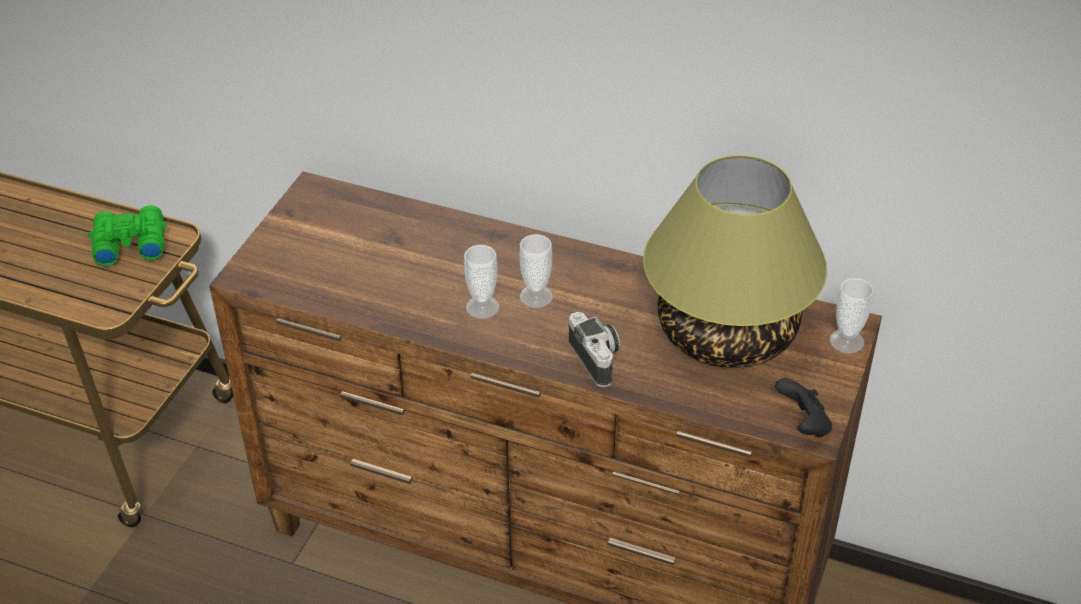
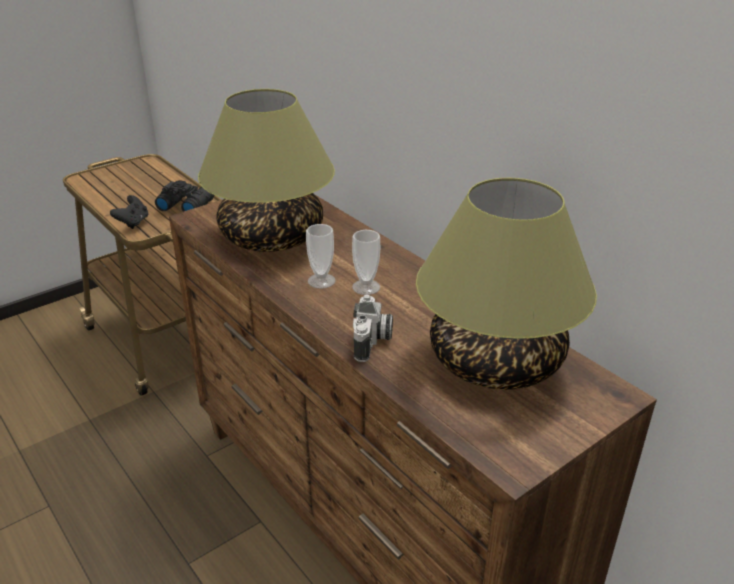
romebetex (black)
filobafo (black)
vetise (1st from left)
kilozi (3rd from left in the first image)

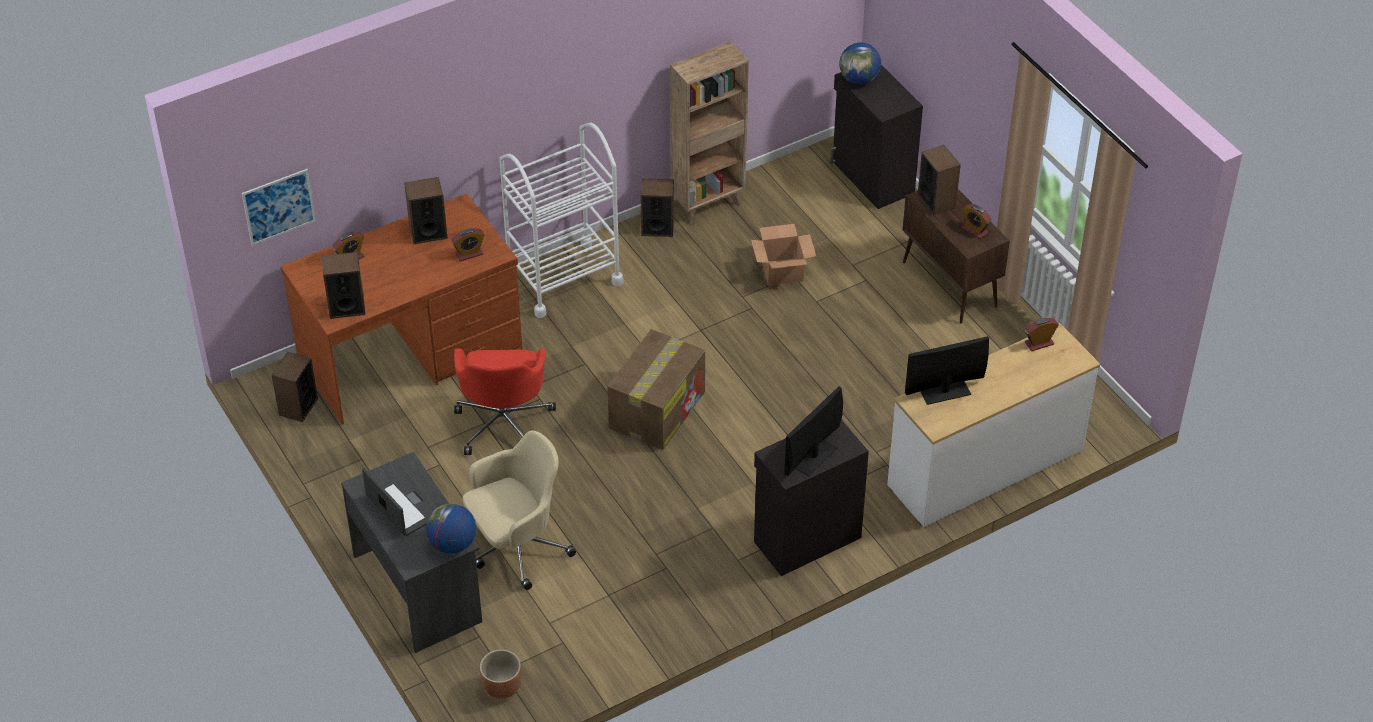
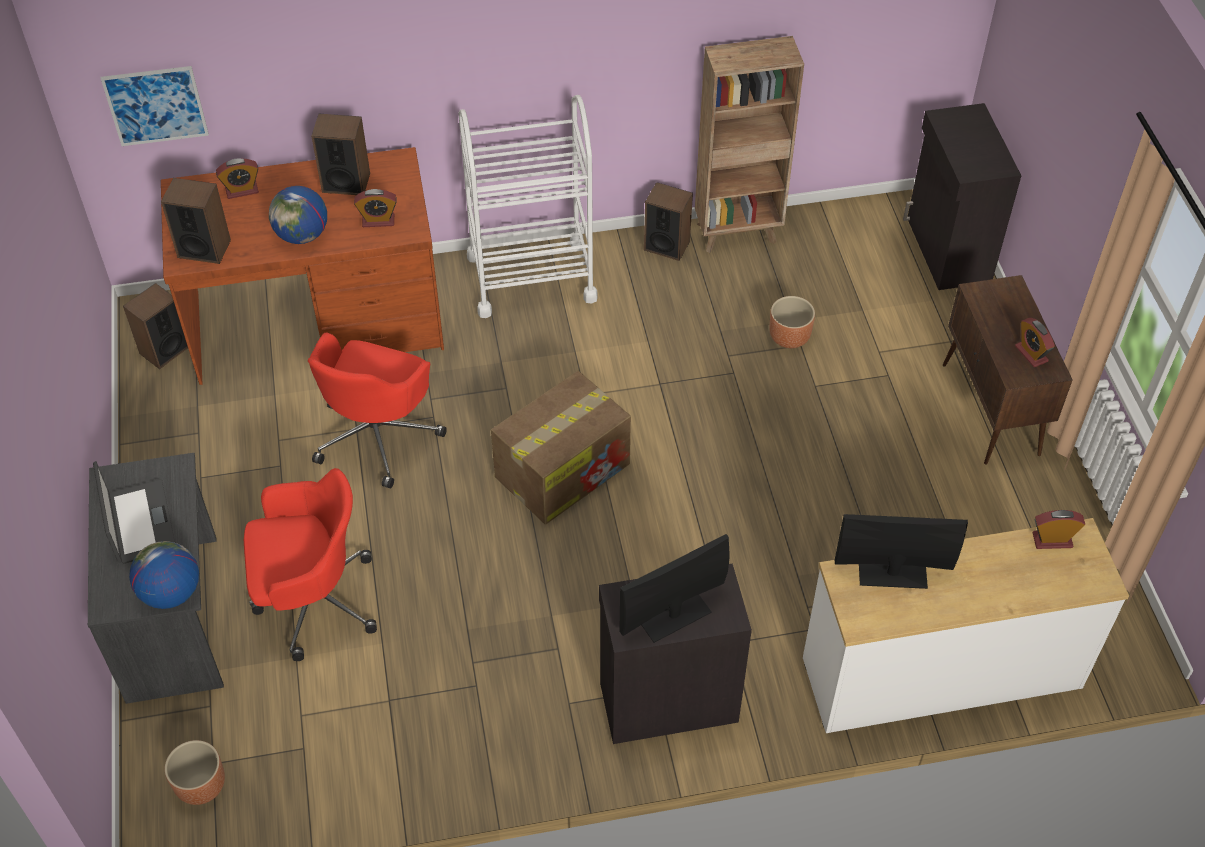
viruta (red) (1st from left)
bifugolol (2nd from left)
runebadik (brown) (2nd from left)
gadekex (5th from left in the first image)

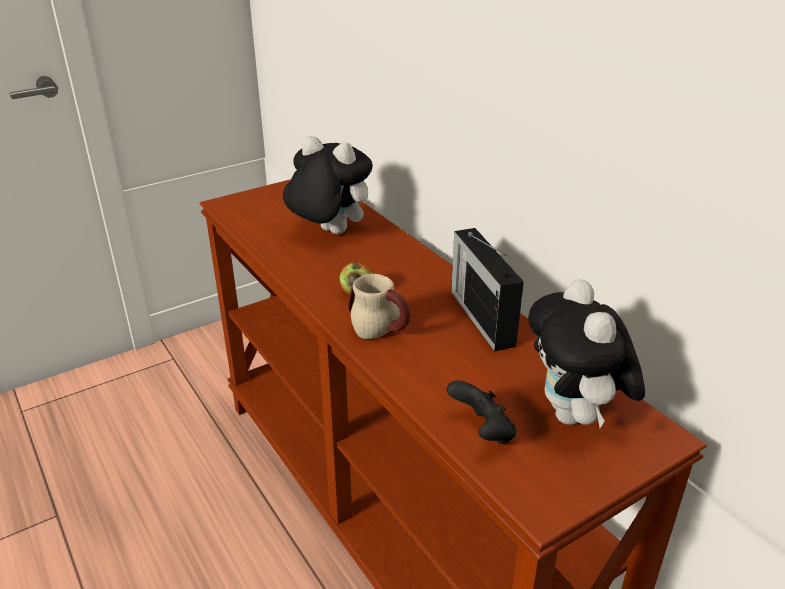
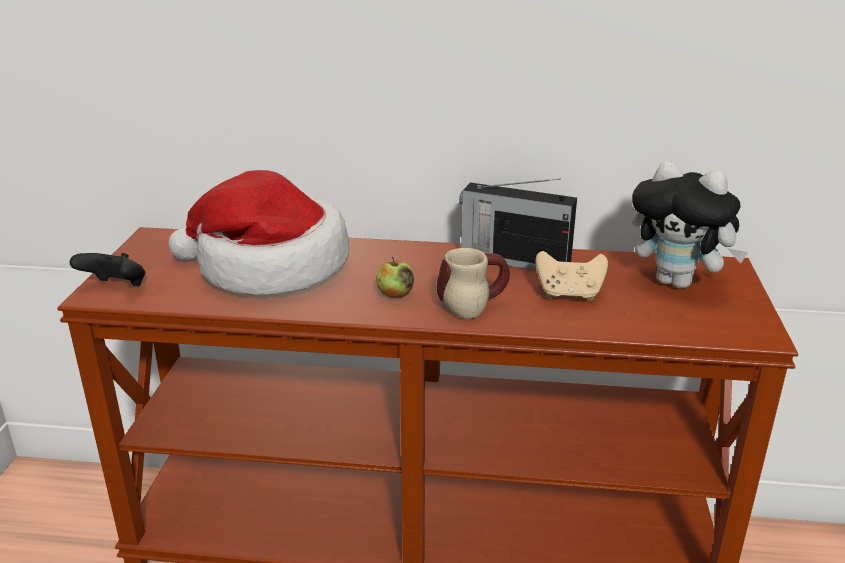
romebetex (black)
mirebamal
romebetex (beige)

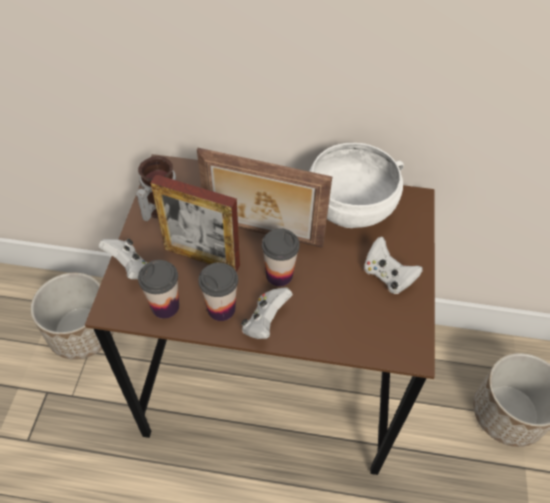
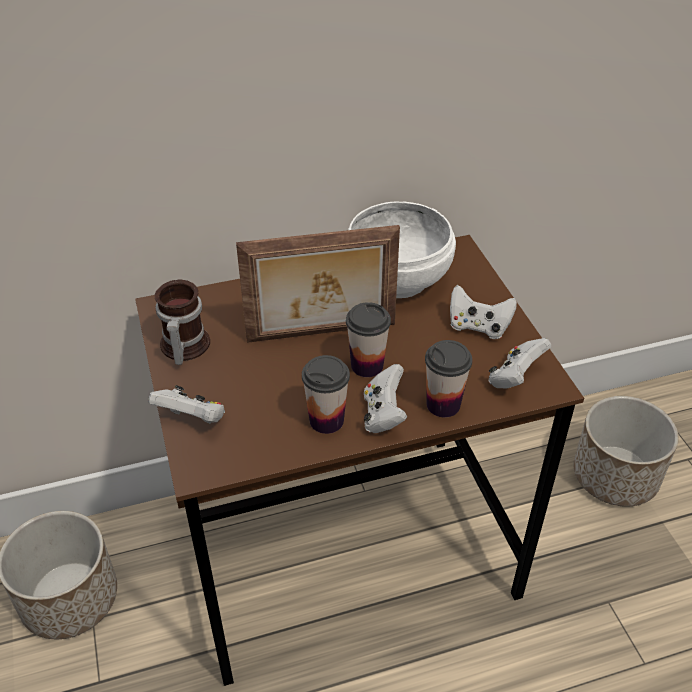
kilozi (3rd from left)
romebetex (white) (4th from left)
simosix (1st from left in the first image)

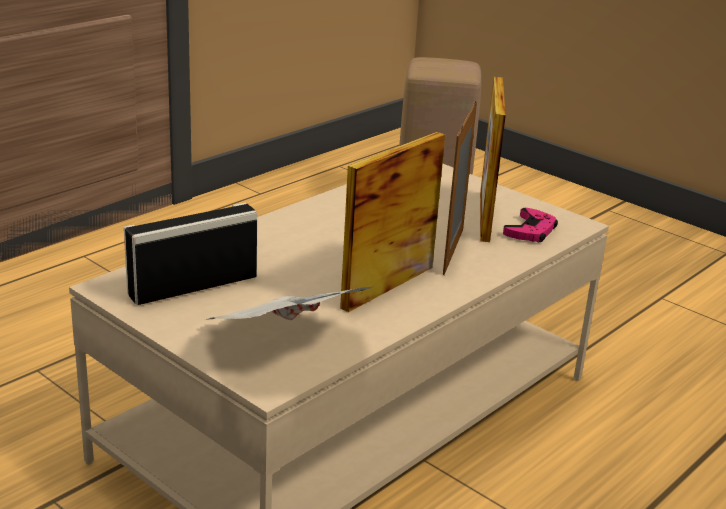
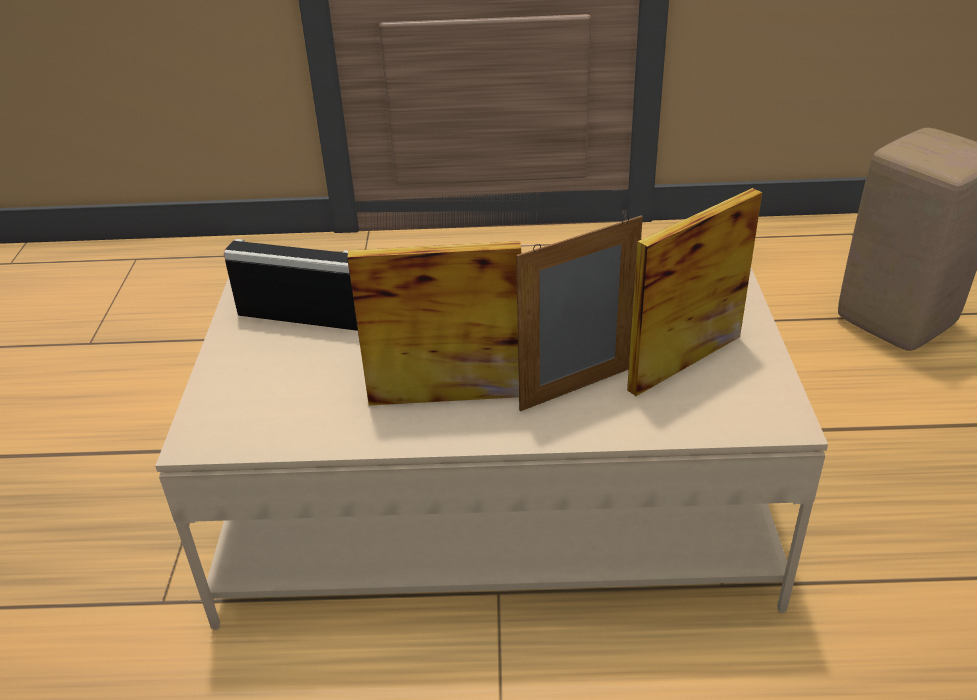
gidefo
romebetex (pink)

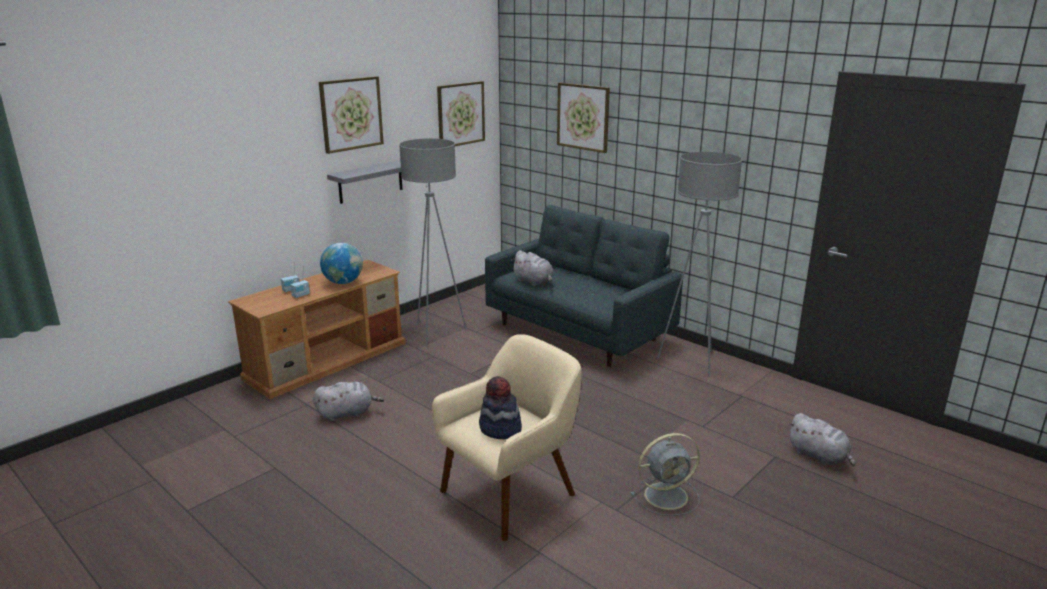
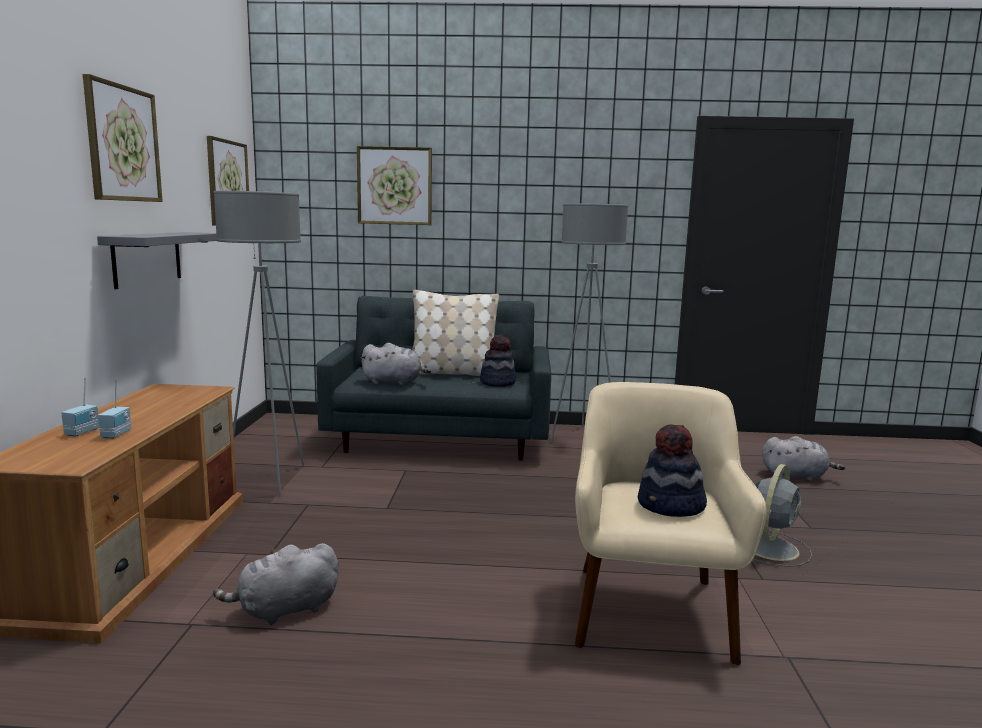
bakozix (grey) (1st from left)
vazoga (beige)
mirebamal (1st from left)
bifugolol

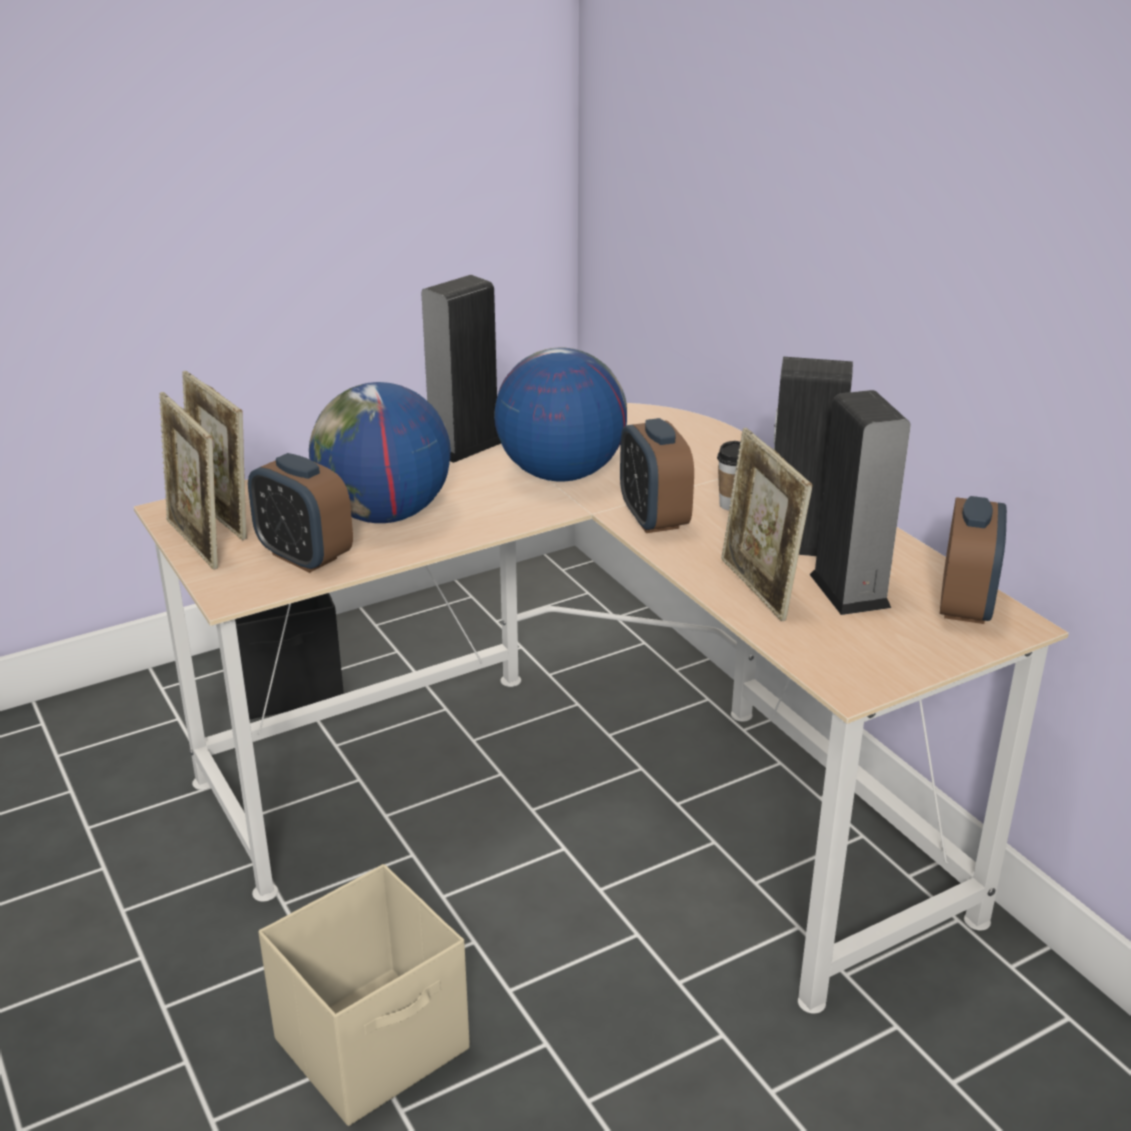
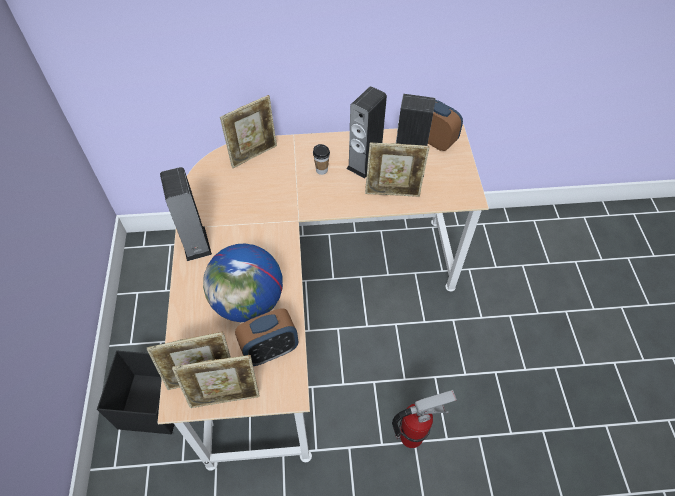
simosix (3rd from left)
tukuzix
bifugolol (2nd from left in the first image)
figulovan (2nd from left in the first image)

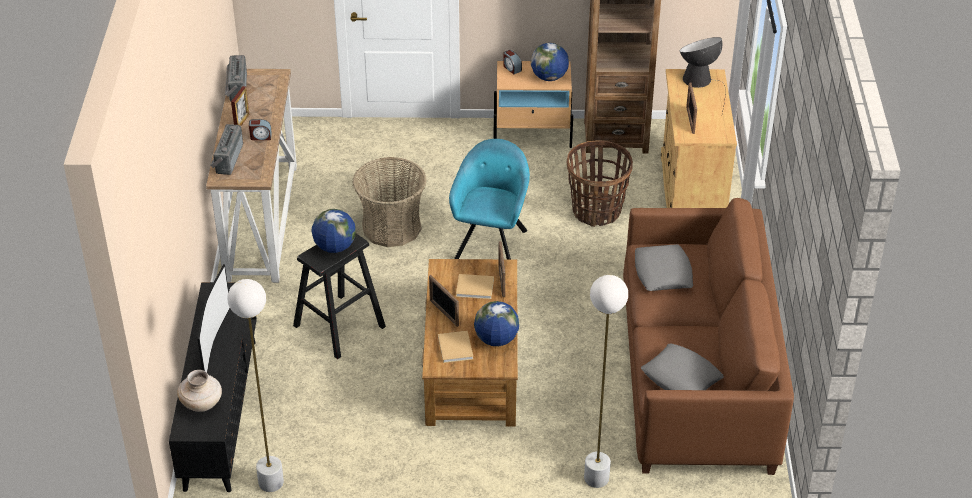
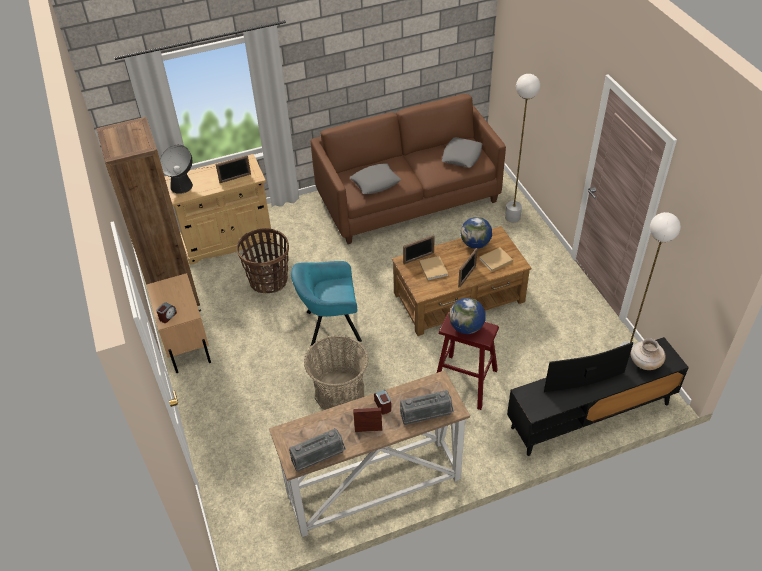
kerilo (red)
bifugolol (3rd from left in the first image)

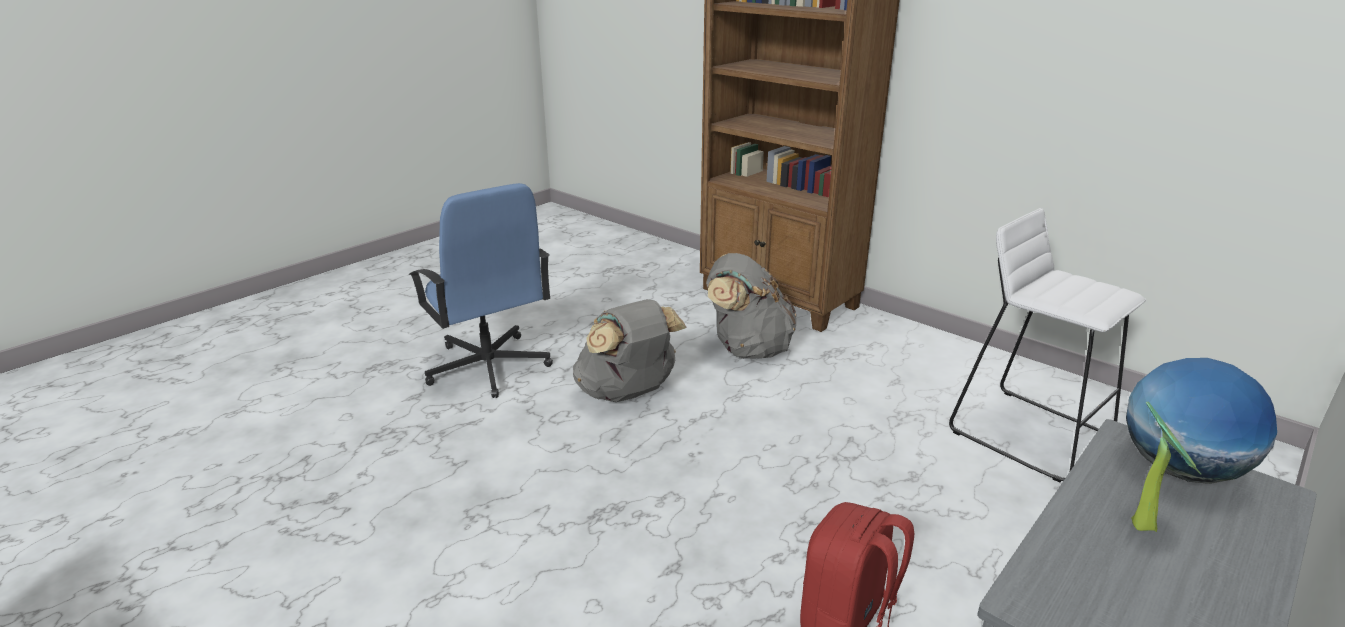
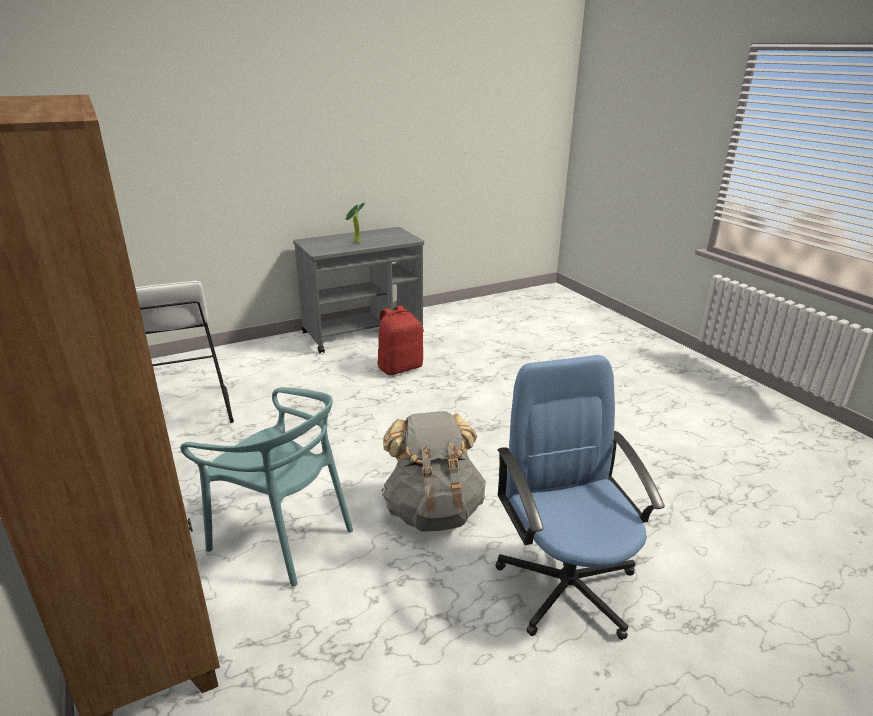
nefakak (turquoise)
bifugolol

